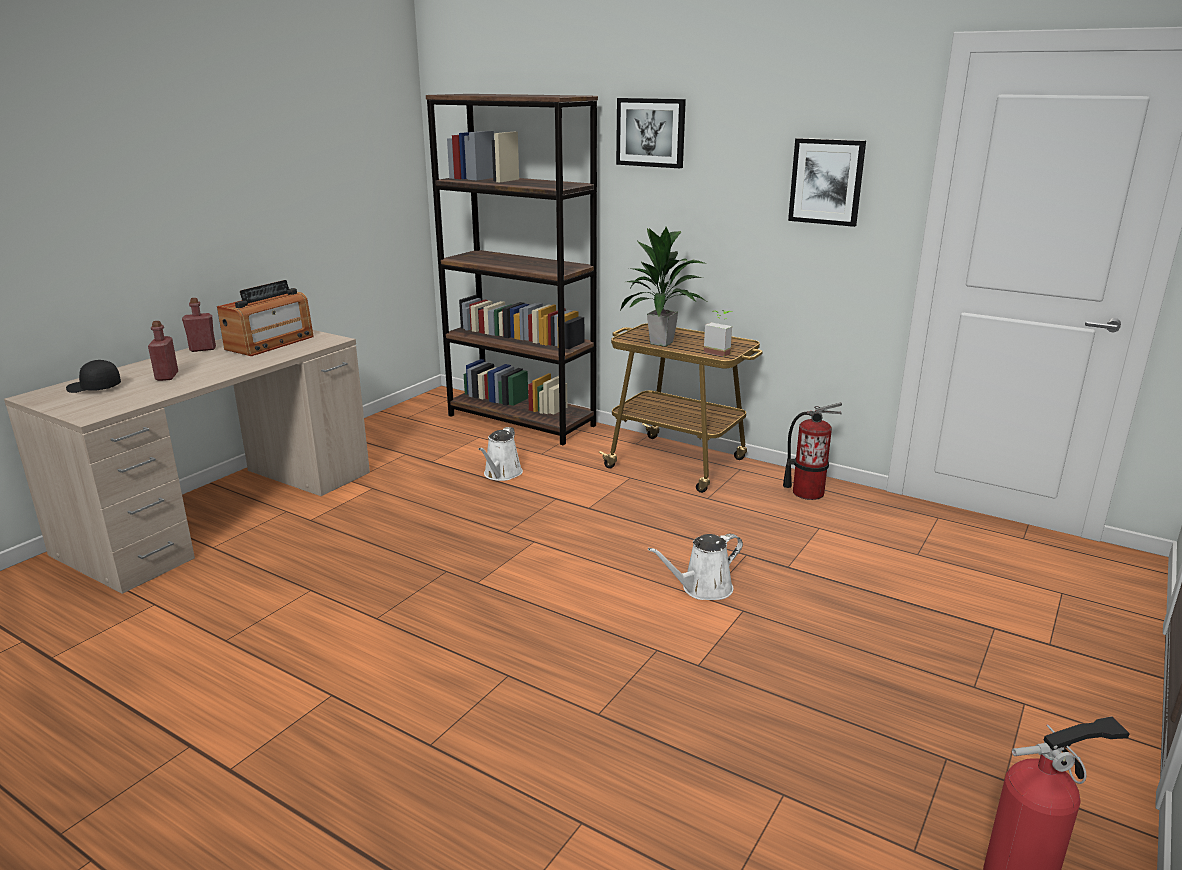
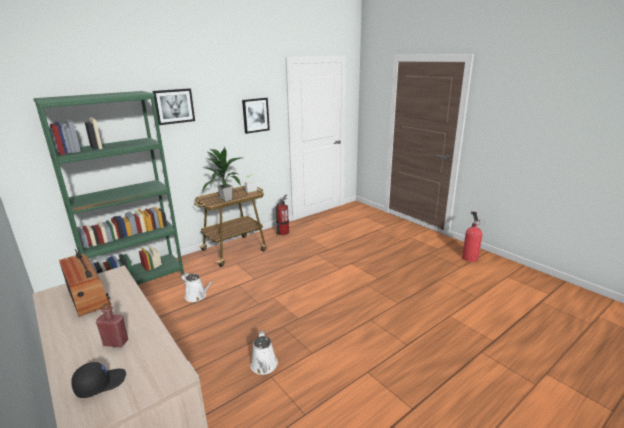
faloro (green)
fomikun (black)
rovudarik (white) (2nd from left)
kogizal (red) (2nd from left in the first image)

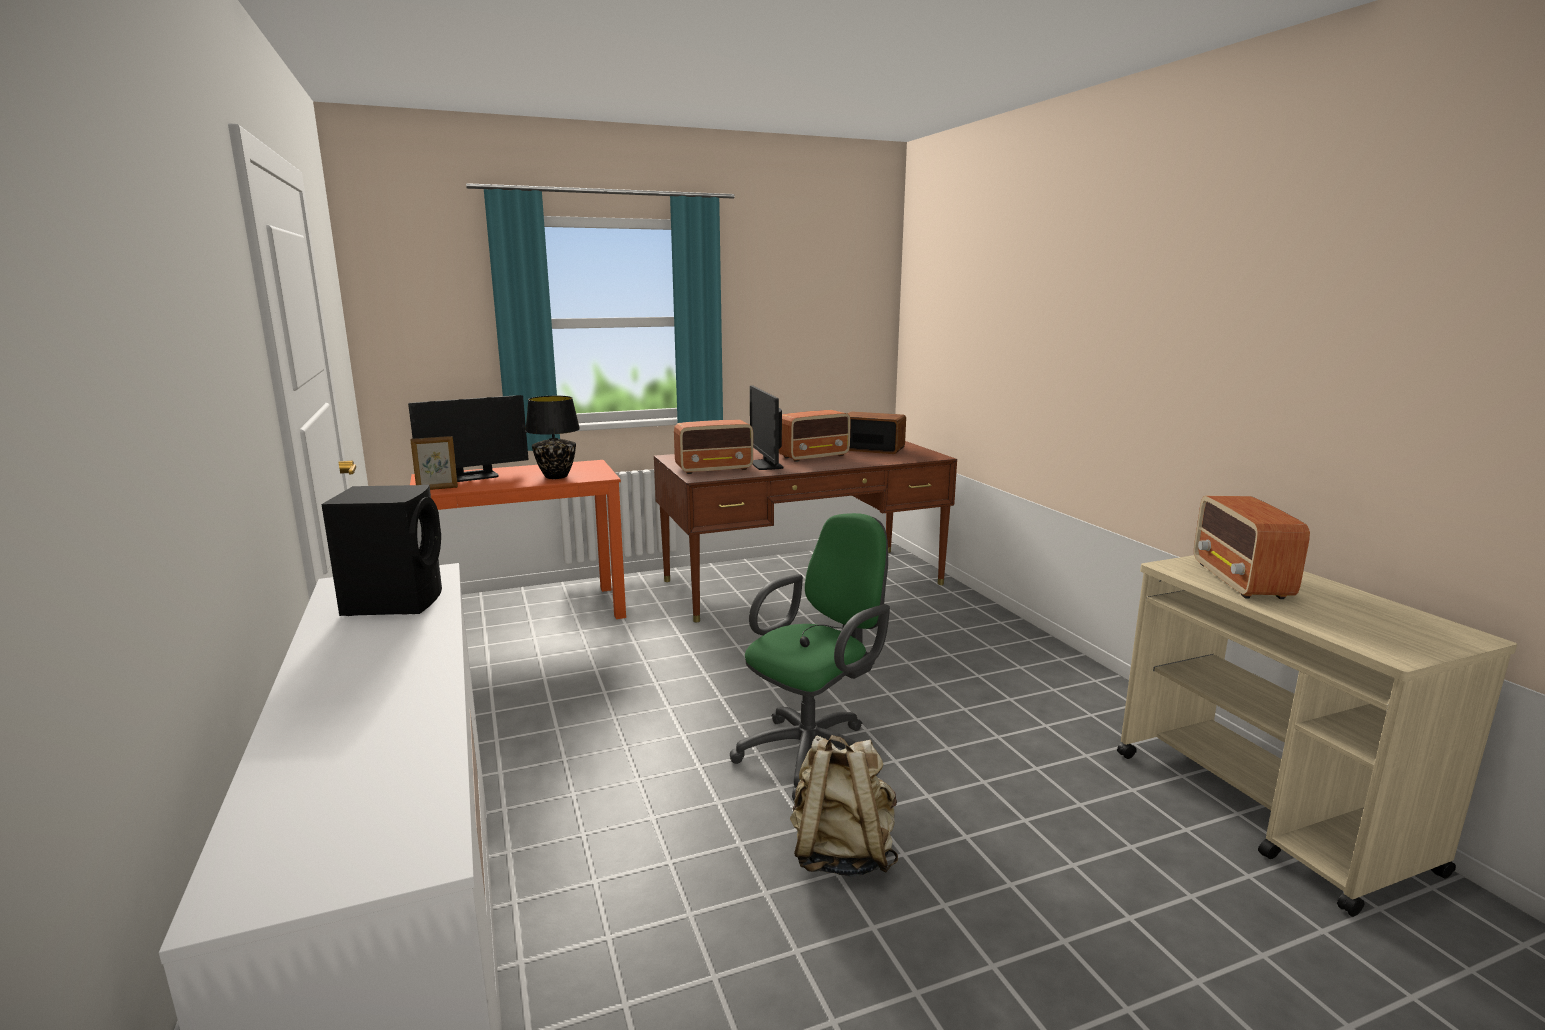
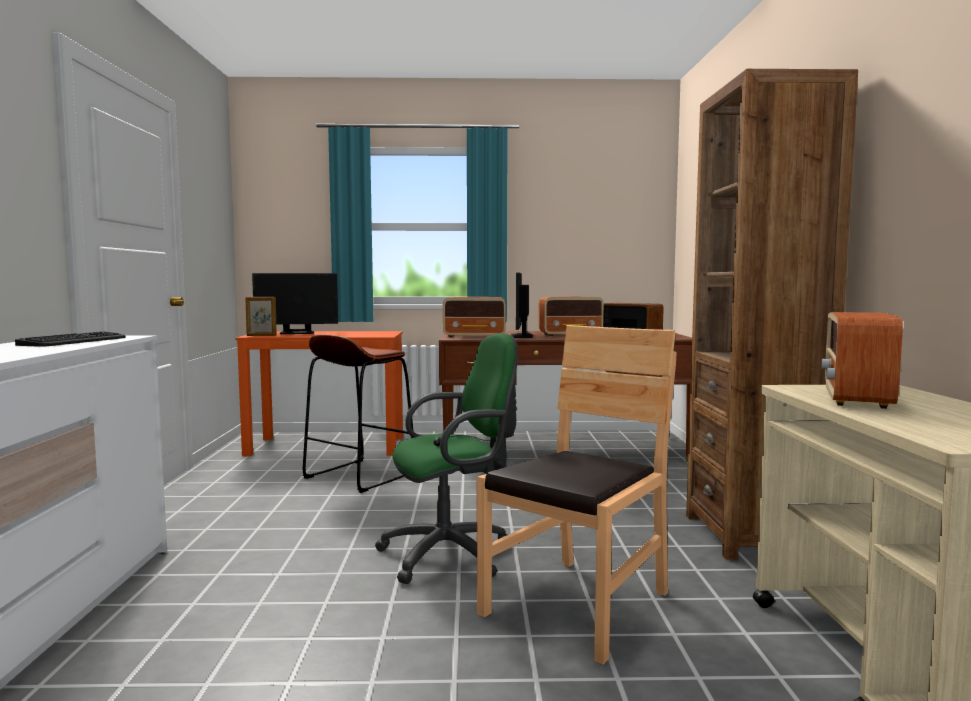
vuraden
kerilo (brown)
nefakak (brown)
faloro (brown)
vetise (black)
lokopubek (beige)

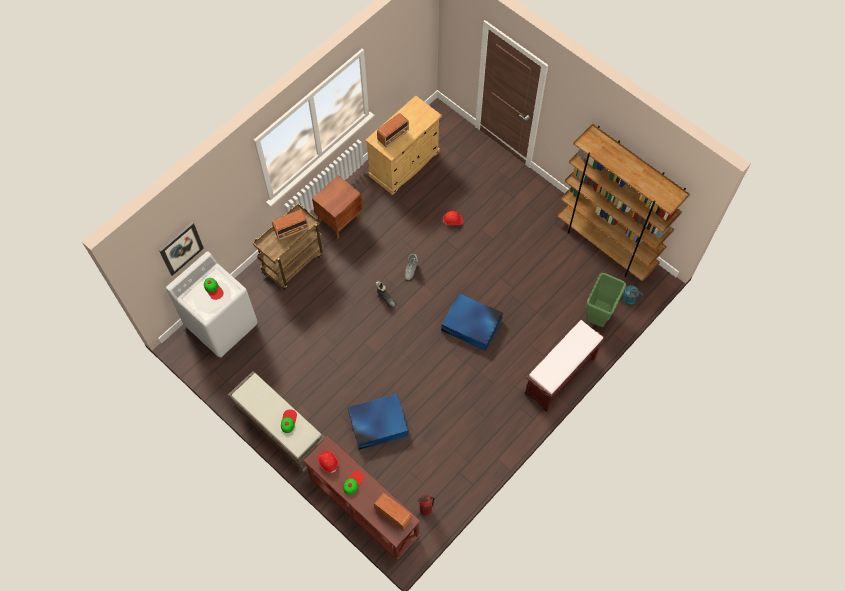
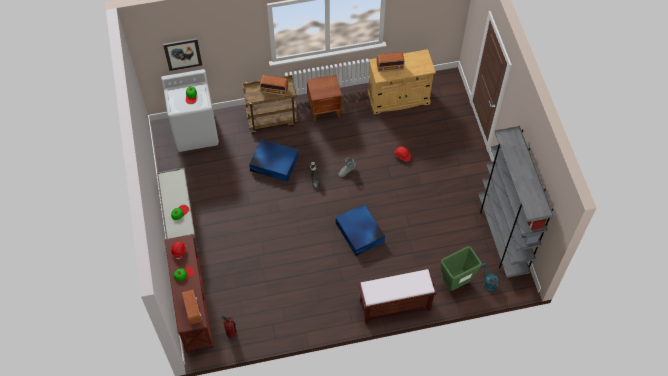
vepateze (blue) (1st from left)
faloro (grey)

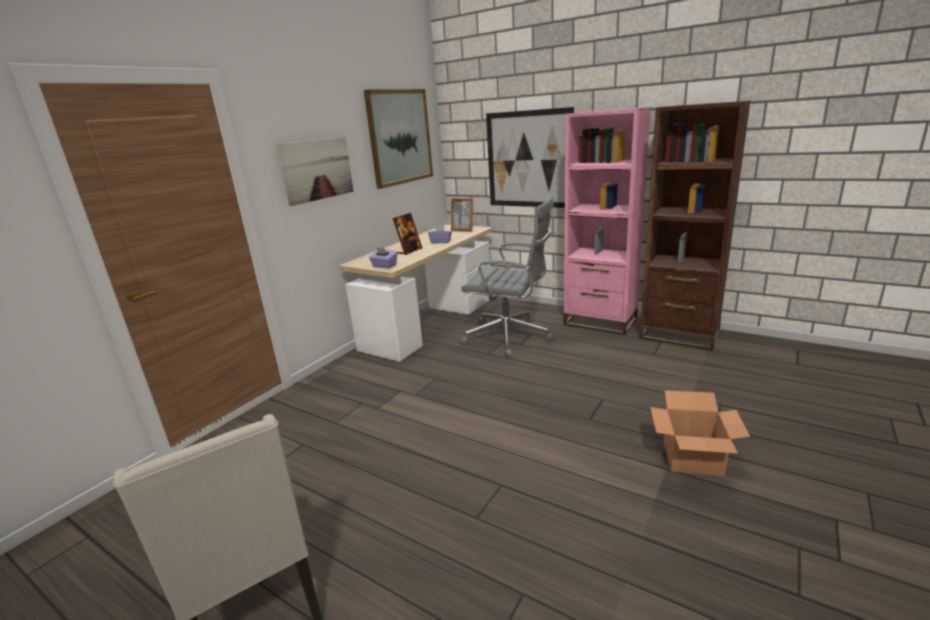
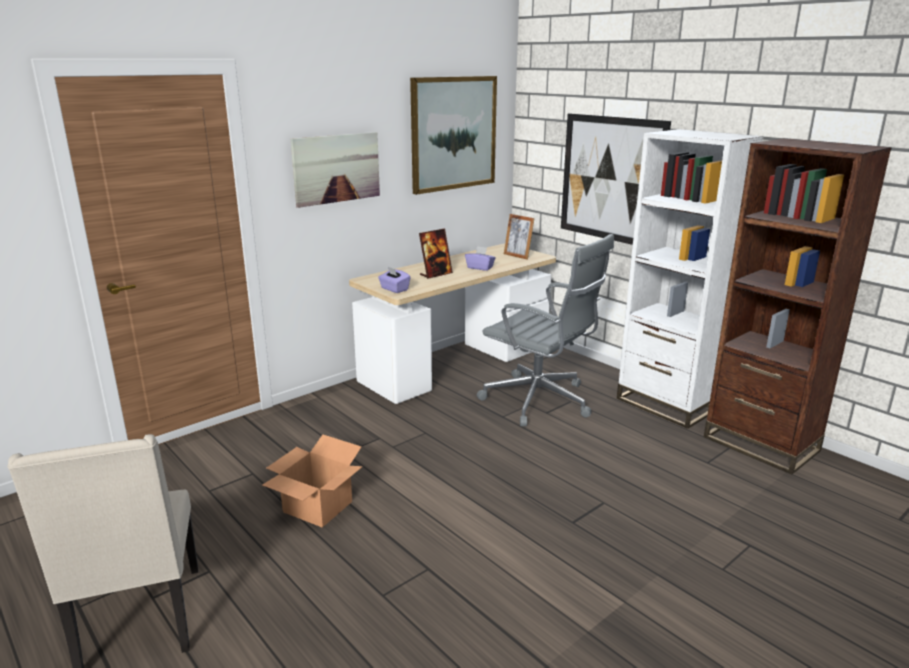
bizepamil
faloro (white)

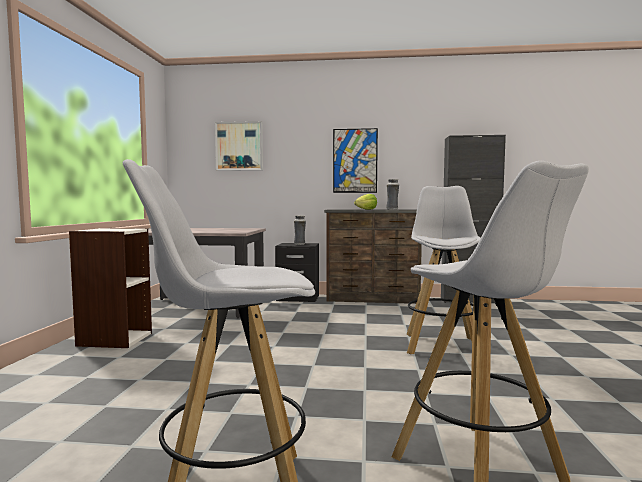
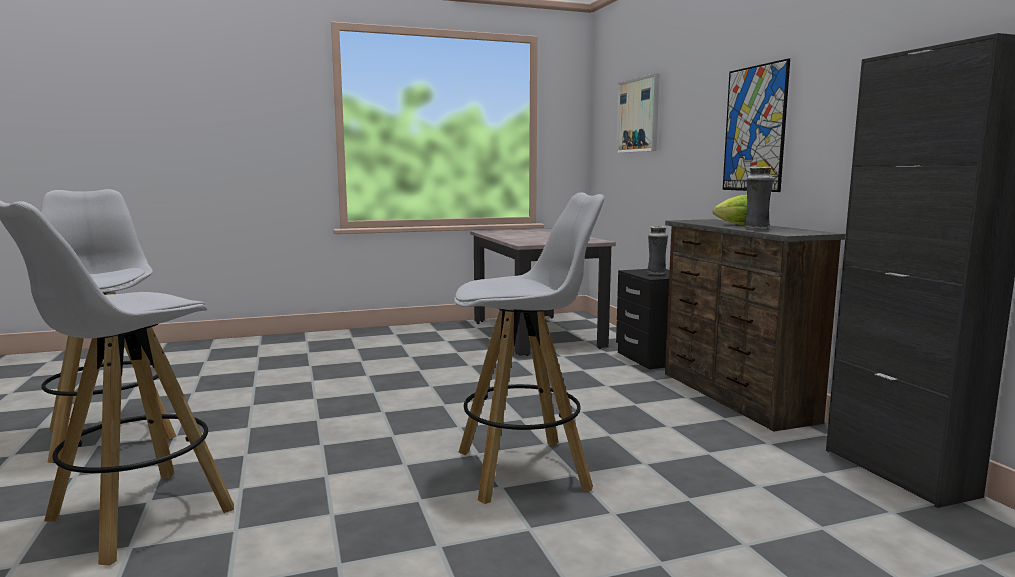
faloro

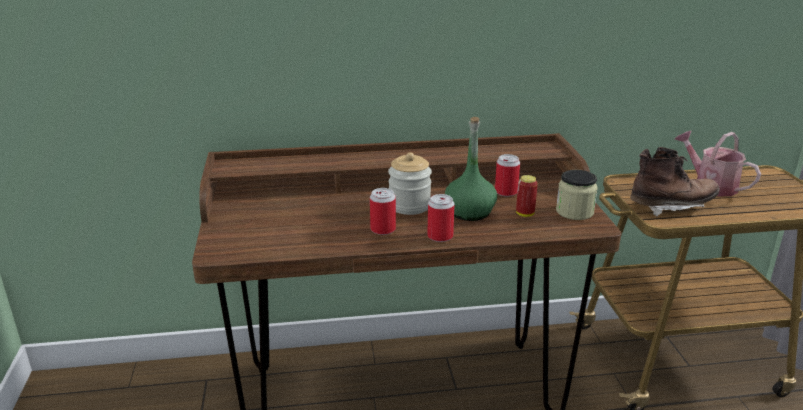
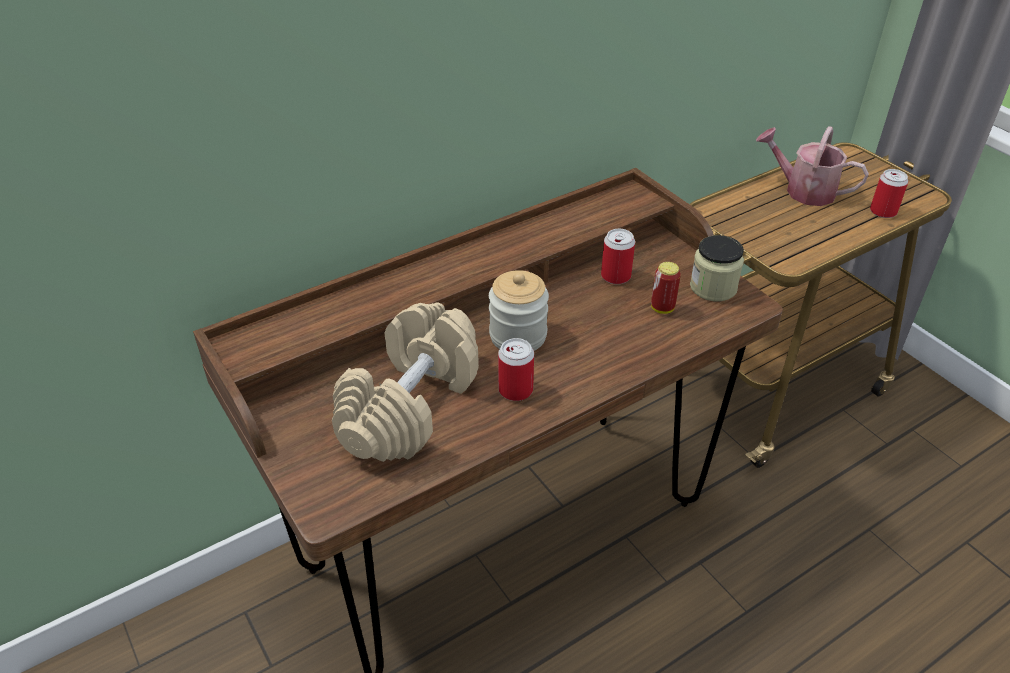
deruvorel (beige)
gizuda (4th from left)
kogizal (green)
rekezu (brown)

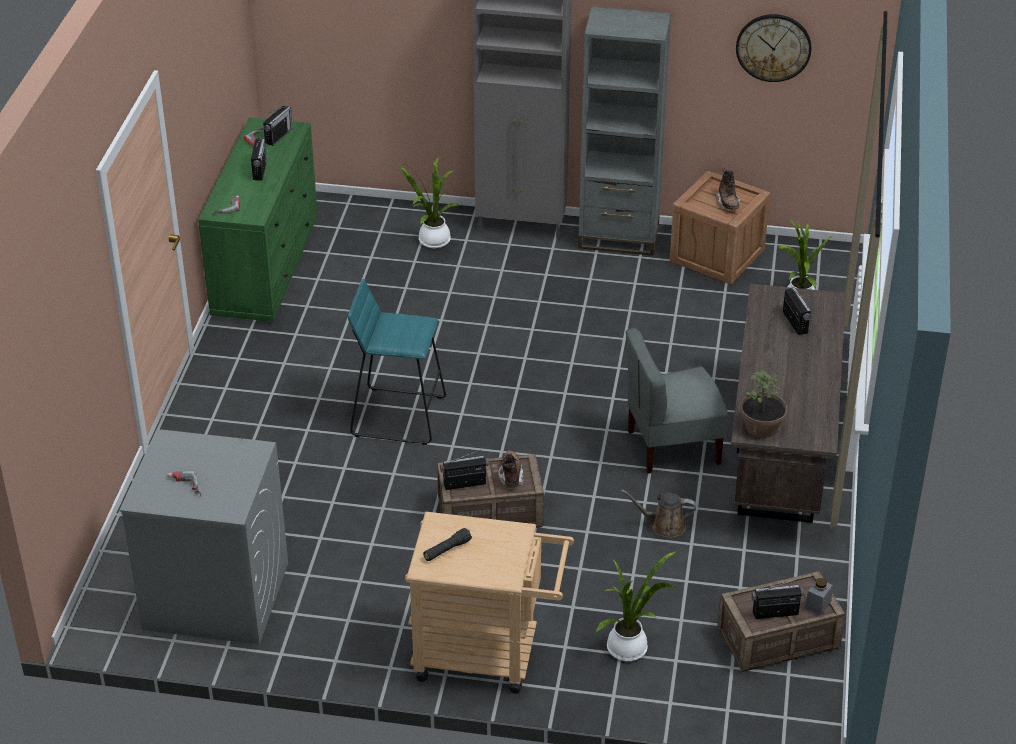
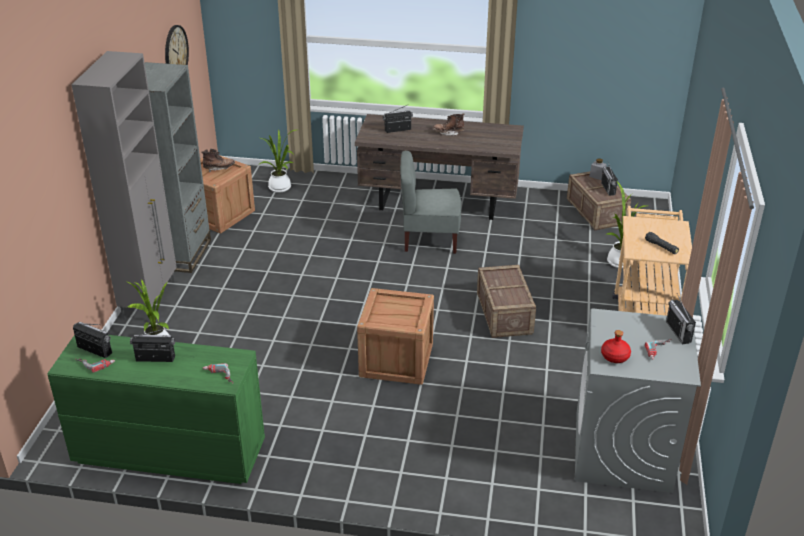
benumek (2nd from left)
nefakak (grey)
rekezu (brown) (2nd from left)
kogizal (red)
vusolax (5th from left)
rovudarik (brown)
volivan (3rd from left in the first image)

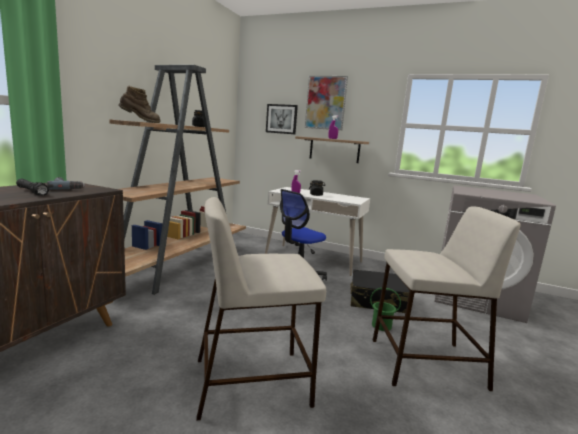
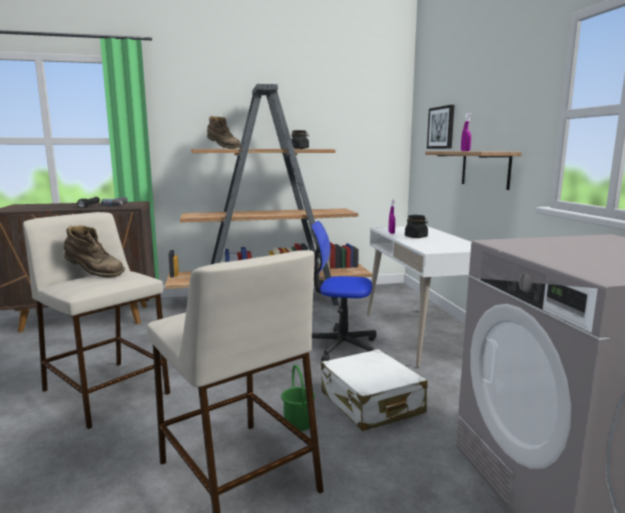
rekezu (brown) (1st from left)
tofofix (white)
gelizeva (2nd from left in the first image)

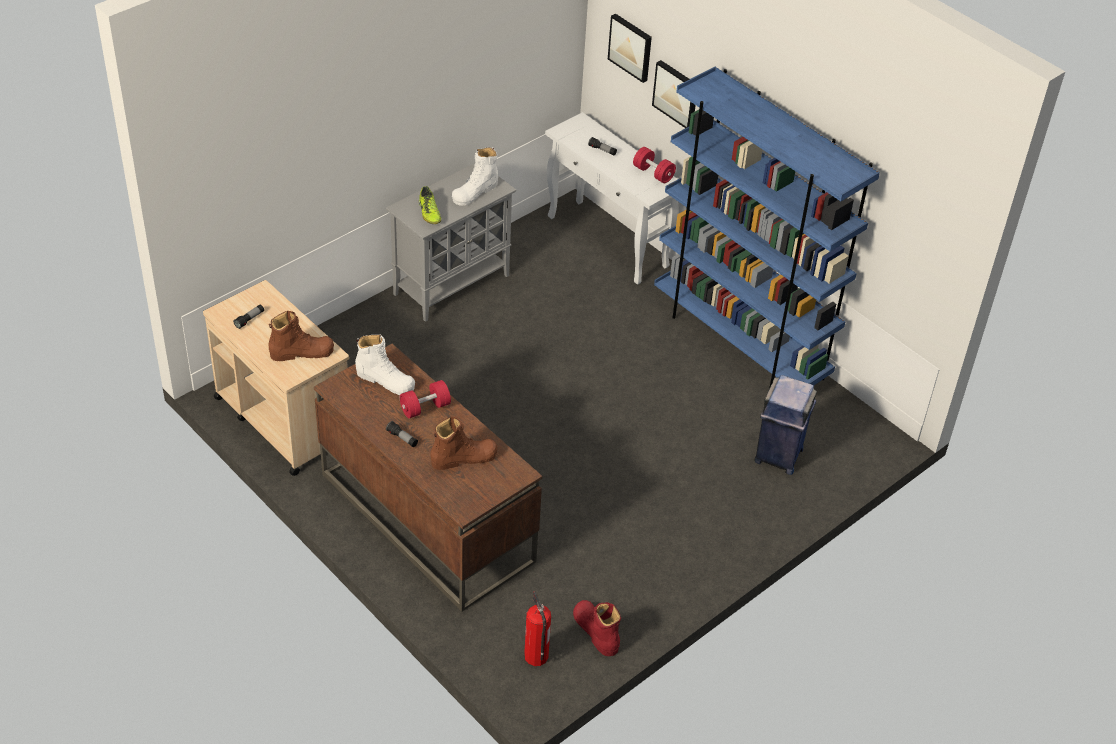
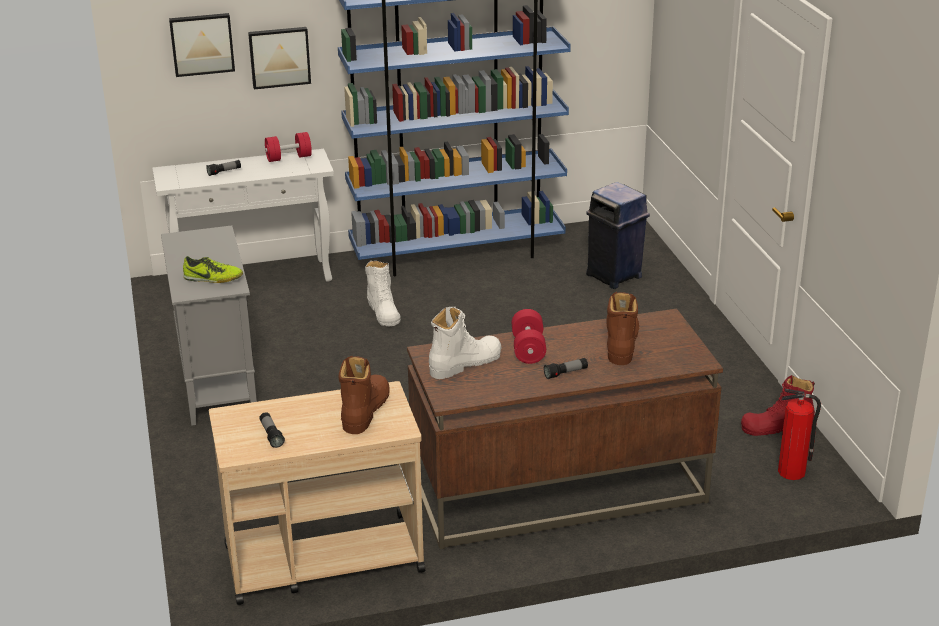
rekezu (white) (1st from left)

